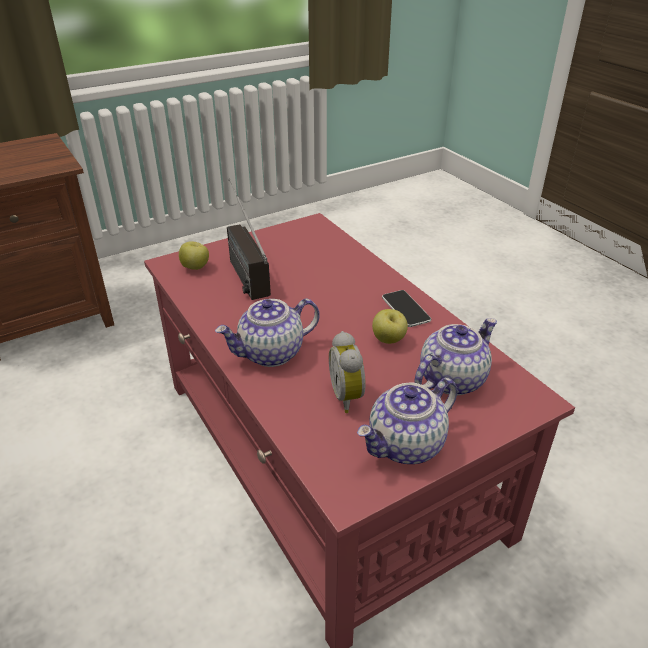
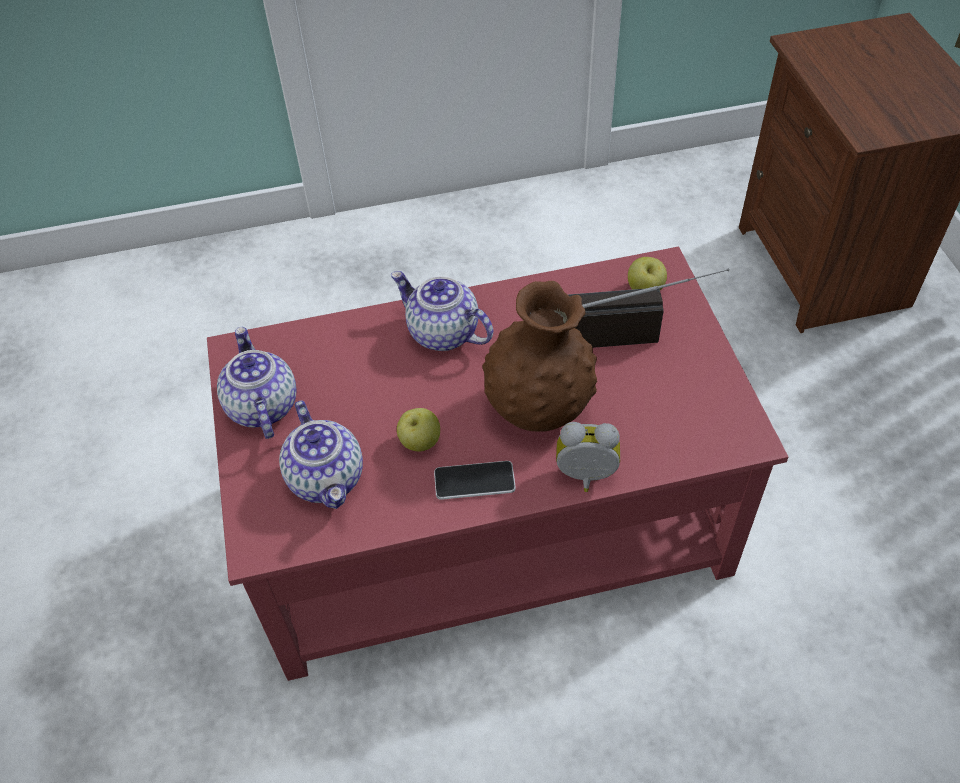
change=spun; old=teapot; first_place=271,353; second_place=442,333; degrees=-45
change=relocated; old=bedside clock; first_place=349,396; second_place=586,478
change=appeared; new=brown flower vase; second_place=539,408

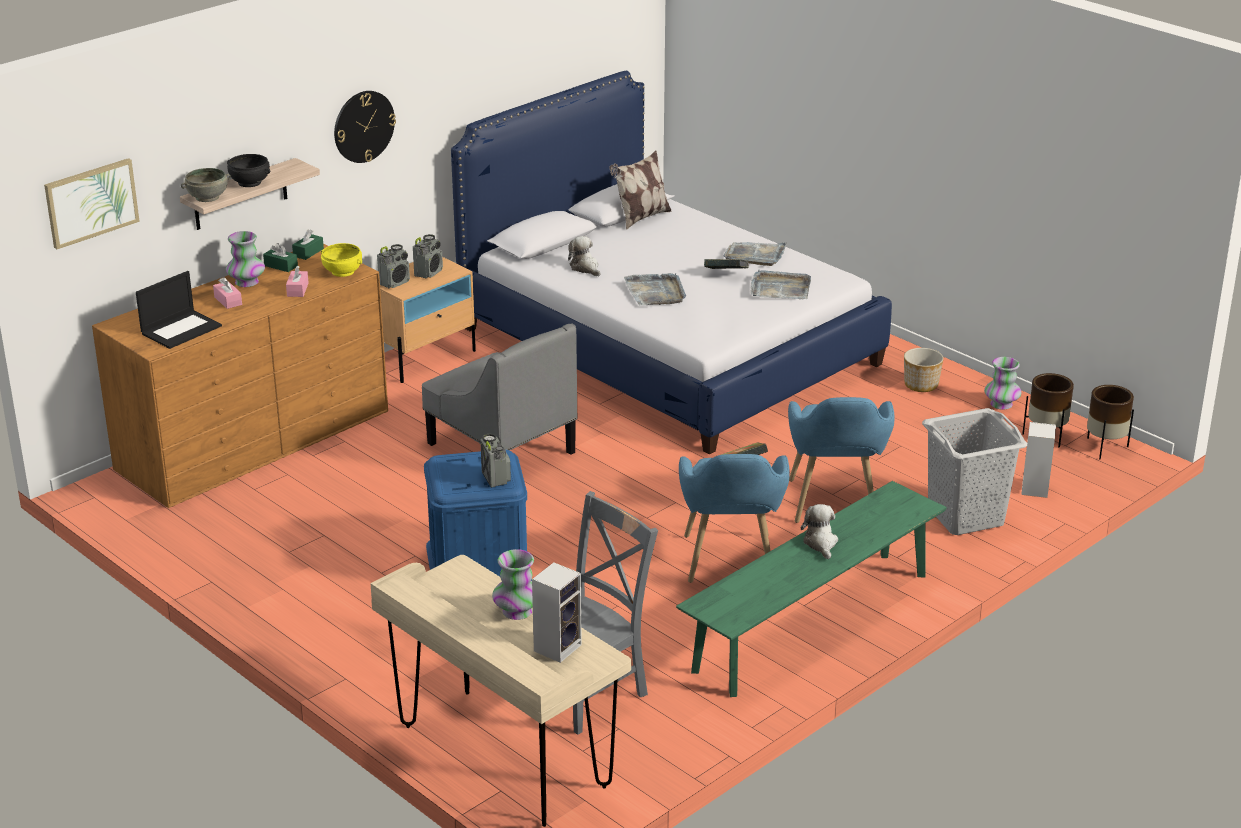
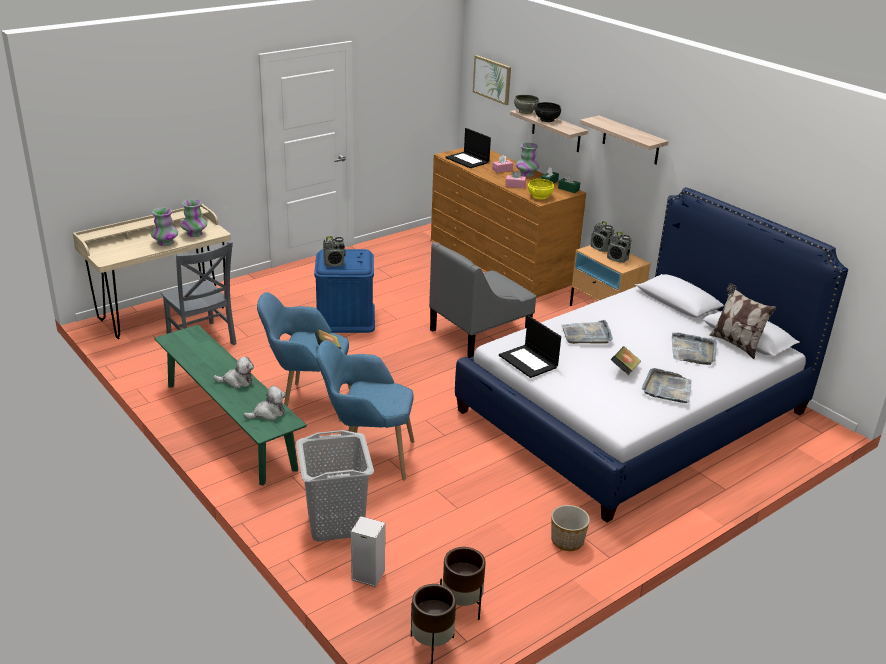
change=exchanged; old=hanging clock; new=wall shelf; first_place=363,126; second_place=630,140
change=missing; old=speaker; first_place=558,647
change=relocated; old=cuddly toy; first_place=585,268; second_place=268,413
change=relocated; old=gray serving tray; first_place=780,288; second_place=693,351
change=relocated; old=flower vase; first_place=1001,404; second_place=194,234
change=appeared; new=notebook computer; second_place=529,361

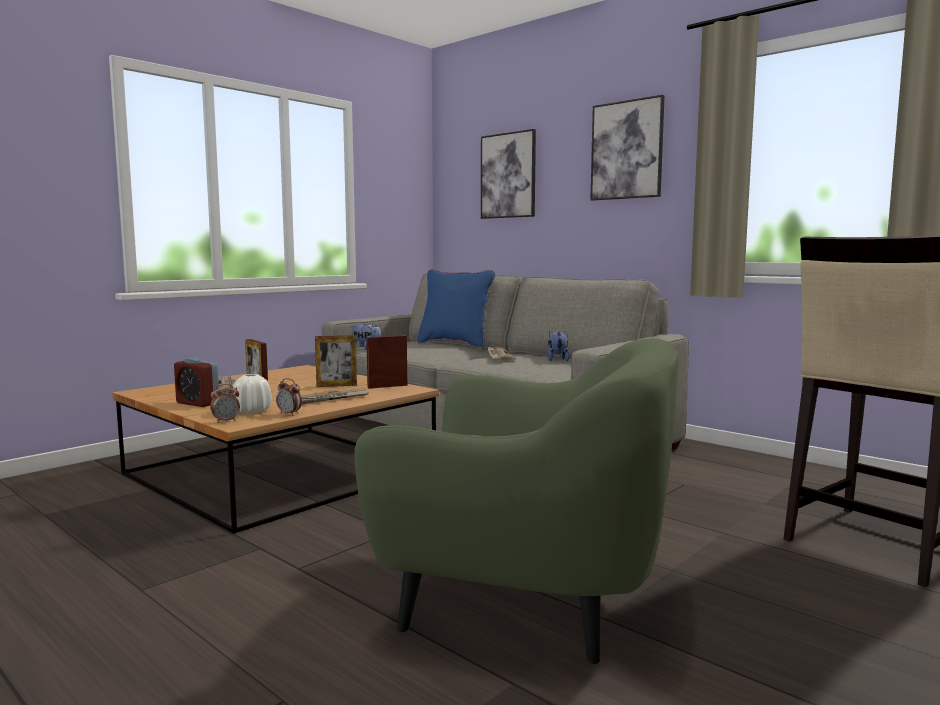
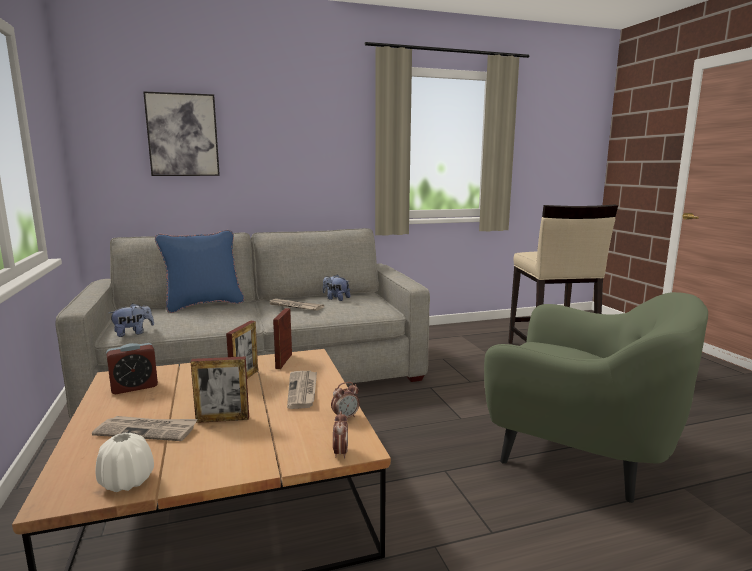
change=relocated; old=bedside clock; first_place=197,403; second_place=134,387
change=relocated; old=whitish flower vase; first_place=252,411; second_place=127,482
change=spun; old=green-coloured lounge chair; first_place=526,598; second_place=581,453; degrees=75
change=missing; old=picture; first_place=627,150

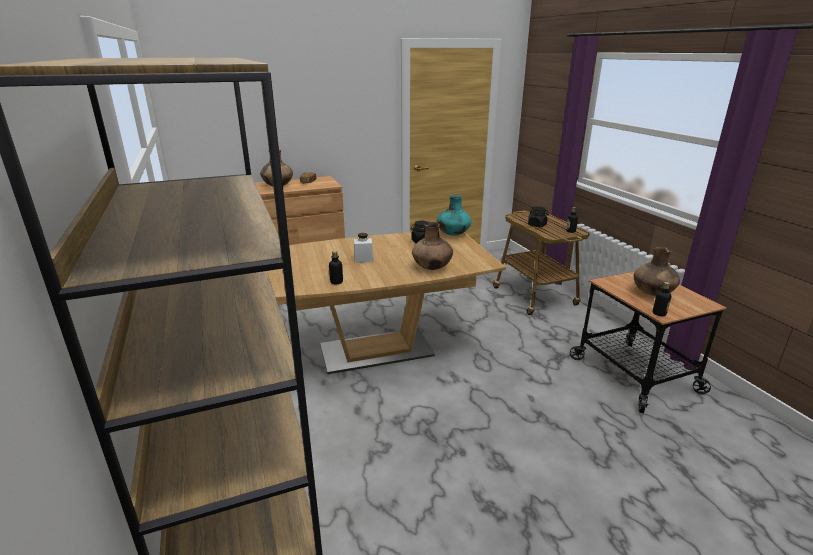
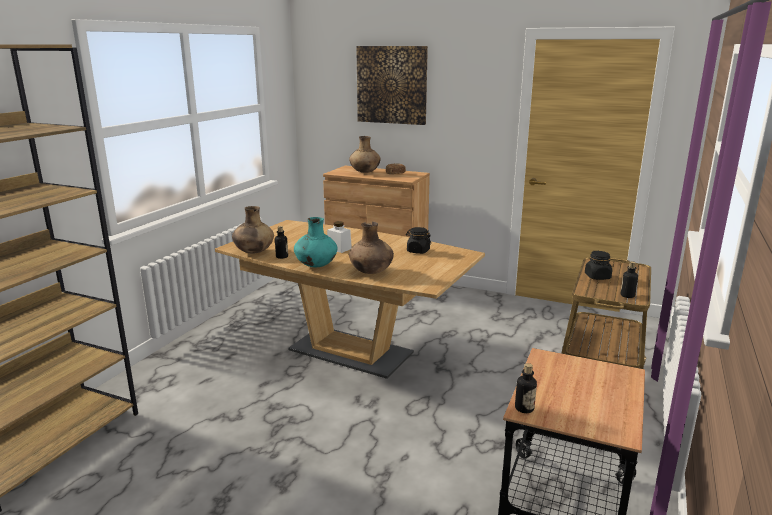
change=relocated; old=turquoise-coloured flower vase; first_place=453,234; second_place=316,266
change=relocated; old=brown flower vase; first_place=652,294; second_place=254,252
change=appeared; new=picture; second_place=392,85

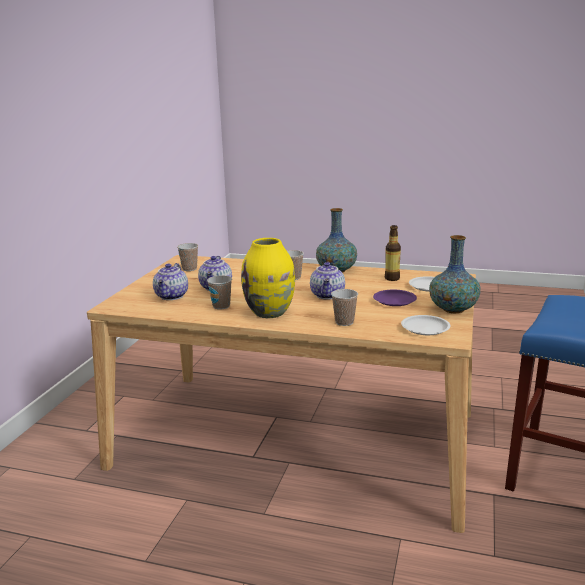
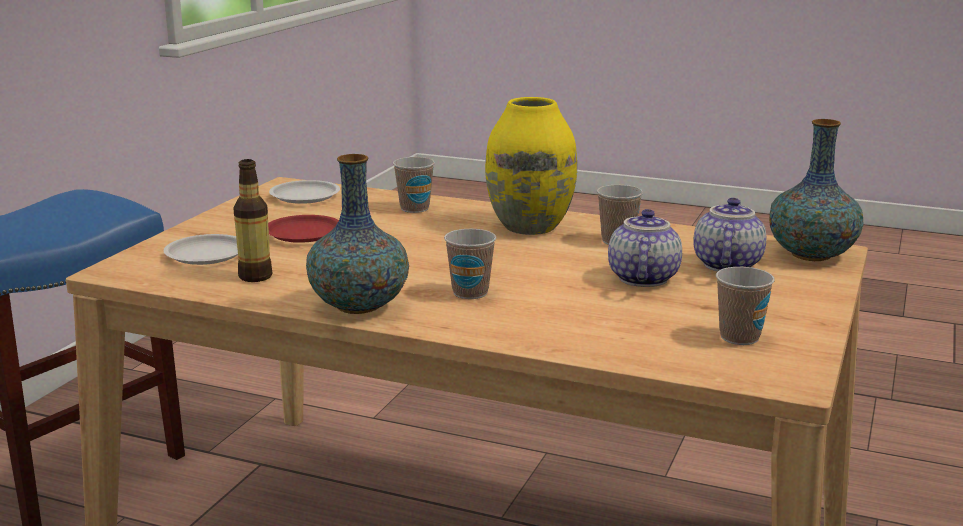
change=missing; old=teapot; first_place=328,295
change=colour; old=purple flat dish; new=reddish flat dish; first_place=394,301; second_place=304,233
change=relocated; old=flower vase; first_place=453,309; second_place=811,255

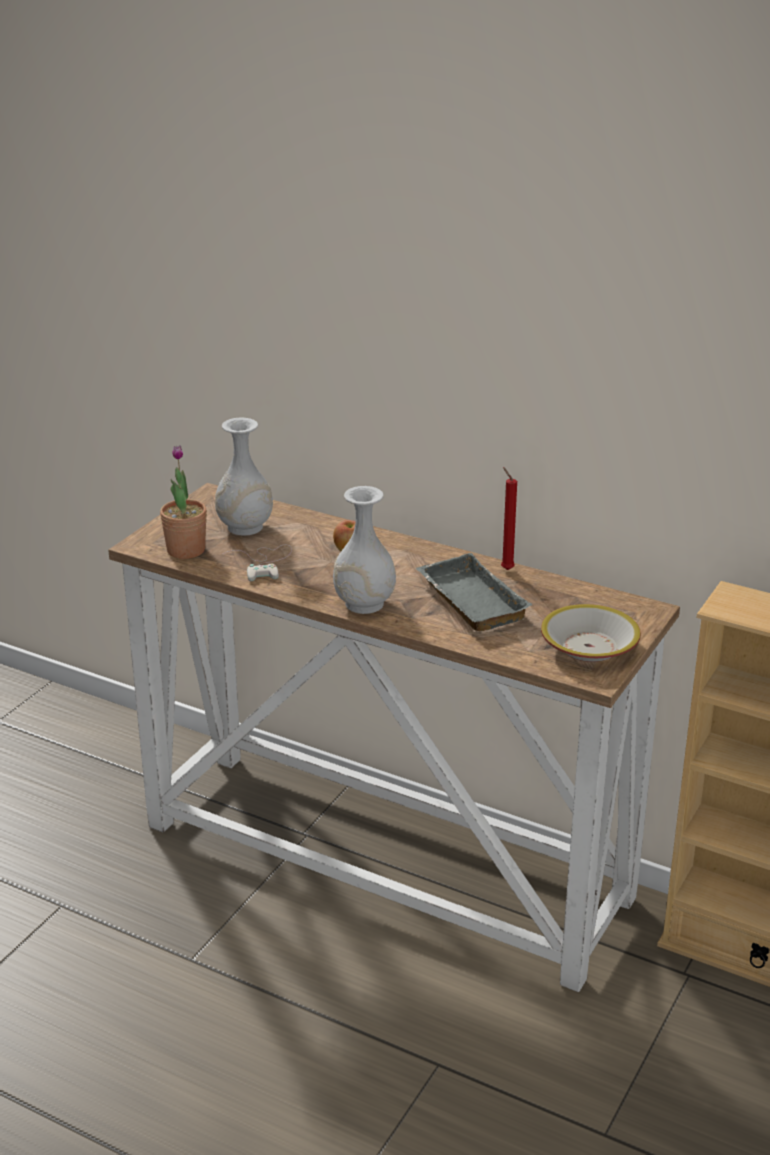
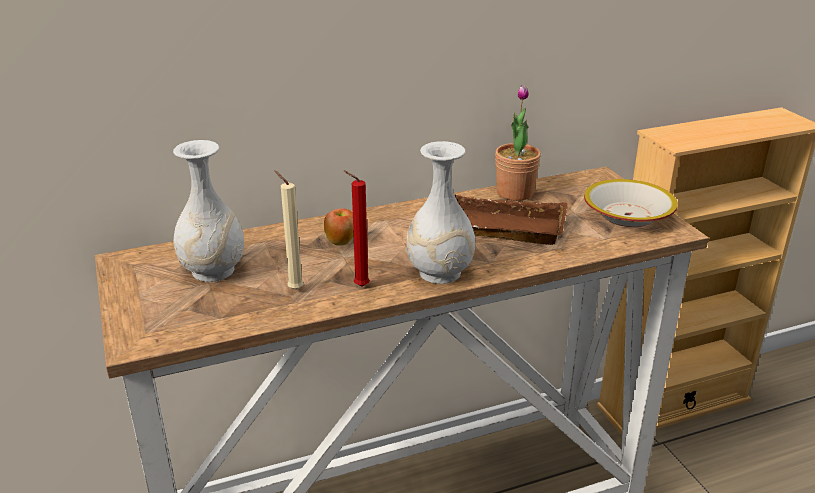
change=relocated; old=plant in a pot; first_place=186,550; second_place=515,193
change=exchanged; old=whitish joypad; new=beige wax candle; first_place=264,563; second_place=293,289
change=colour; old=gray serving tray; new=brown serving tray; first_place=468,601; second_place=498,229
change=relocated; old=reddish wax candle; first_place=505,569; second_place=359,286

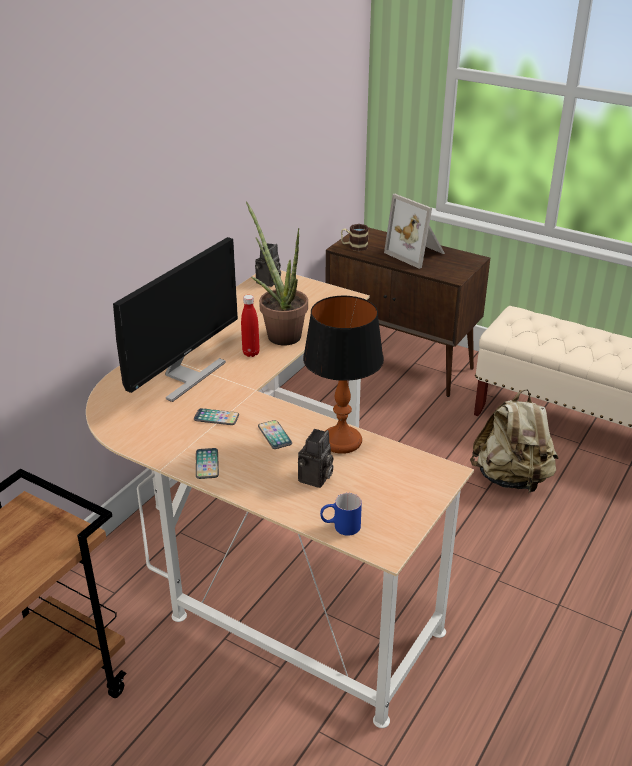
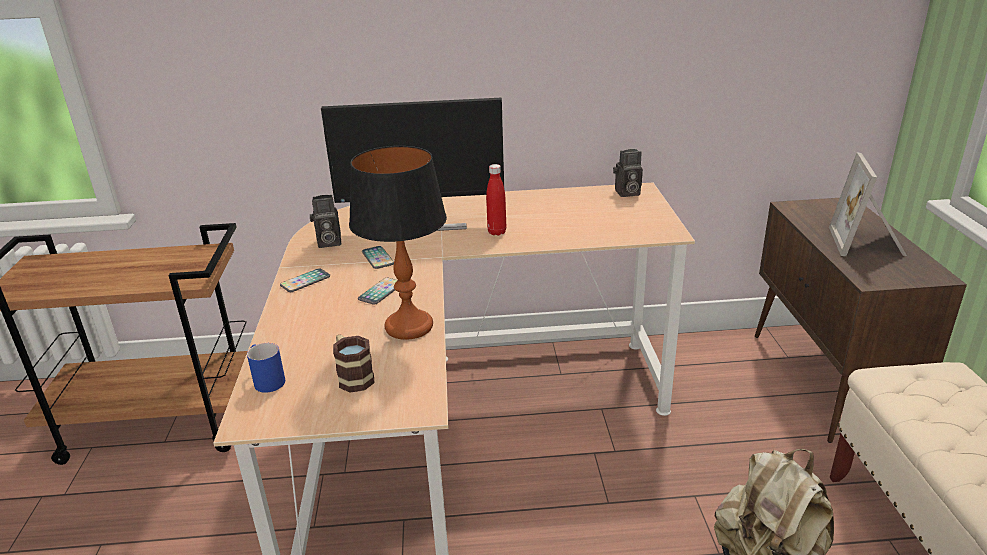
change=missing; old=plant in a pot; first_place=280,333
change=relocated; old=still camera; first_place=315,479; second_place=328,243
change=relocated; old=mug; first_place=354,247; second_place=353,376

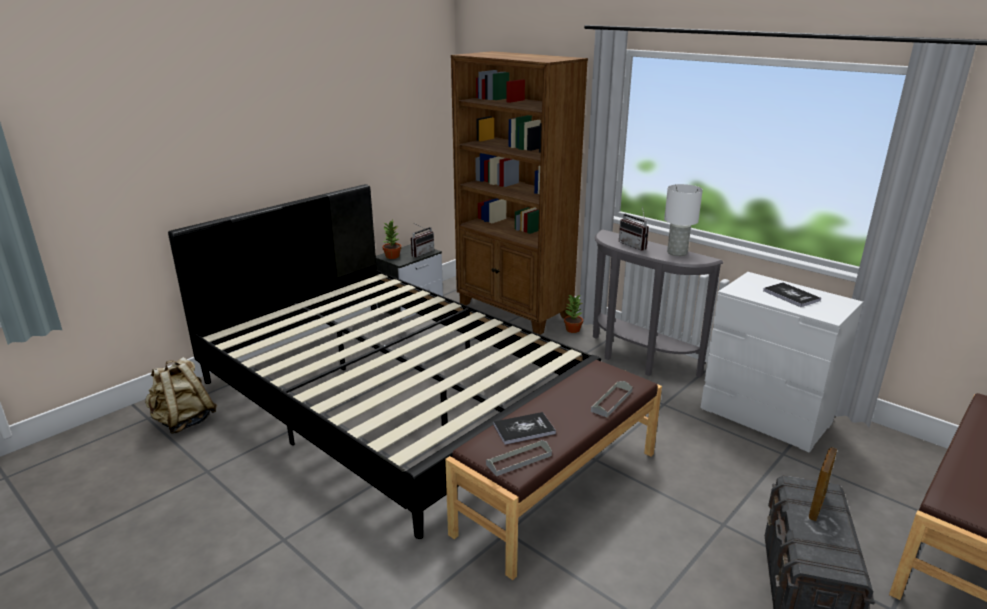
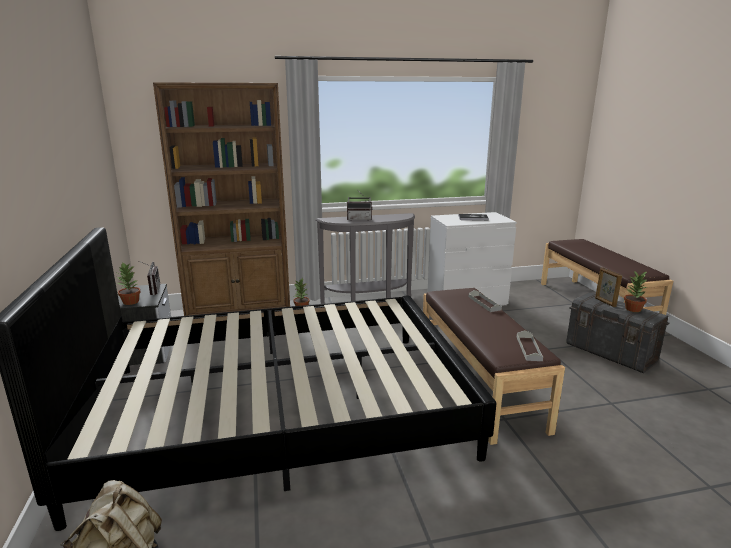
change=missing; old=volume; first_place=524,429
change=missing; old=whitish lamp for a table; first_place=676,252
change=appeared; new=plant in a pot; second_place=633,309

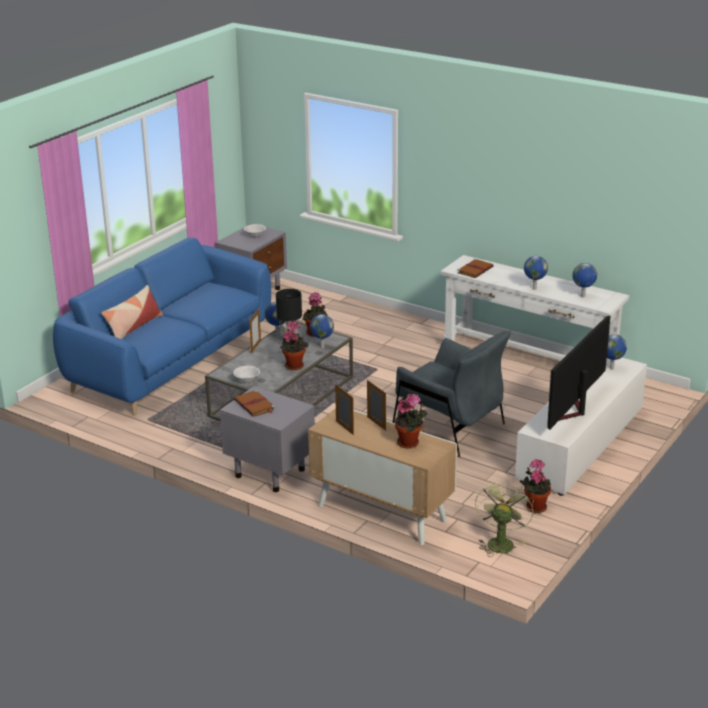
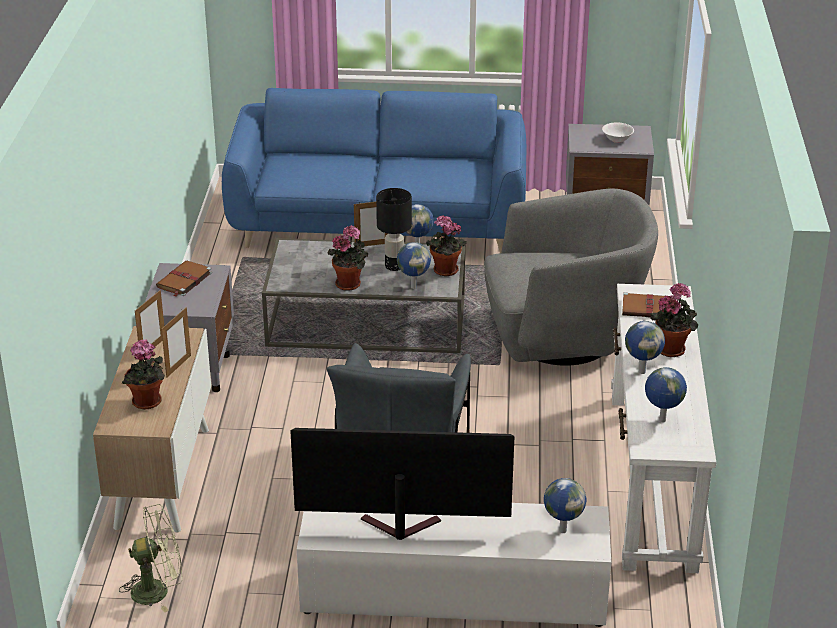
change=missing; old=pillow; first_place=134,327
change=missing; old=whitish serving bowl; first_place=247,380
change=relocated; old=plant in a pot; first_place=535,506; second_place=672,348
change=appeared; new=gray lounge chair; second_place=564,337

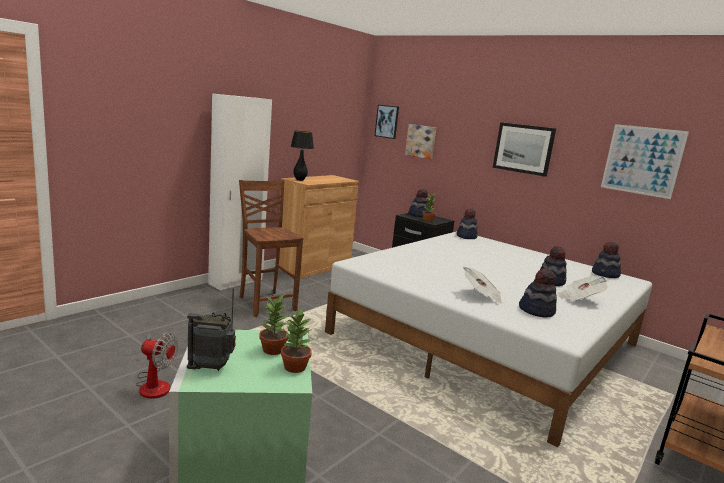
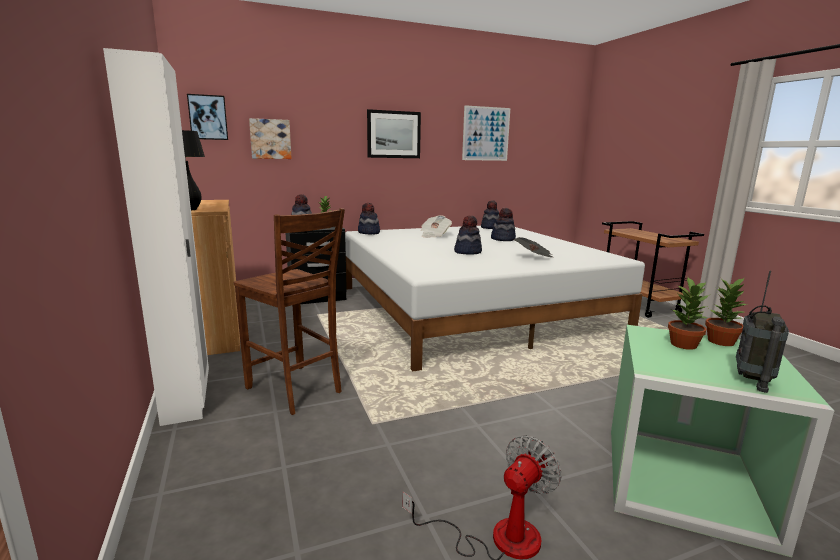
change=spun; old=brown plain chair; first_place=266,303; second_place=295,390; degrees=-135
change=relocated; old=hat; first_place=536,311; second_place=467,252
change=relocated; old=daily paper; first_place=579,299; second_place=434,235

